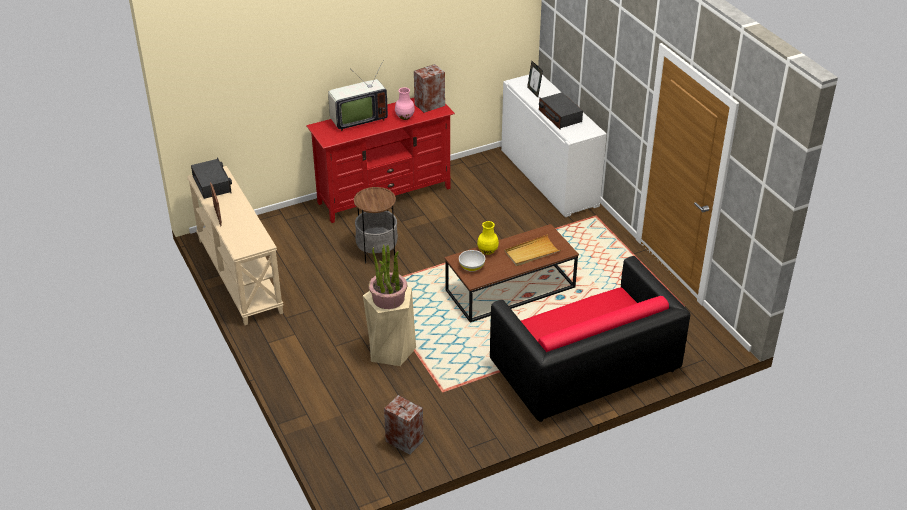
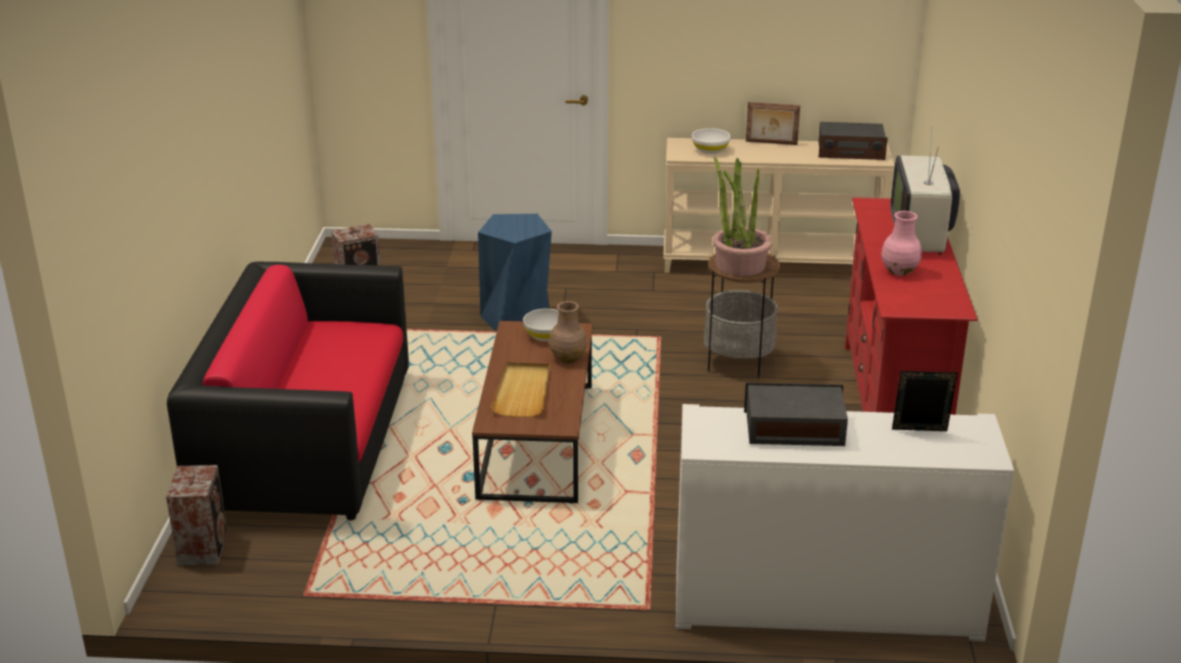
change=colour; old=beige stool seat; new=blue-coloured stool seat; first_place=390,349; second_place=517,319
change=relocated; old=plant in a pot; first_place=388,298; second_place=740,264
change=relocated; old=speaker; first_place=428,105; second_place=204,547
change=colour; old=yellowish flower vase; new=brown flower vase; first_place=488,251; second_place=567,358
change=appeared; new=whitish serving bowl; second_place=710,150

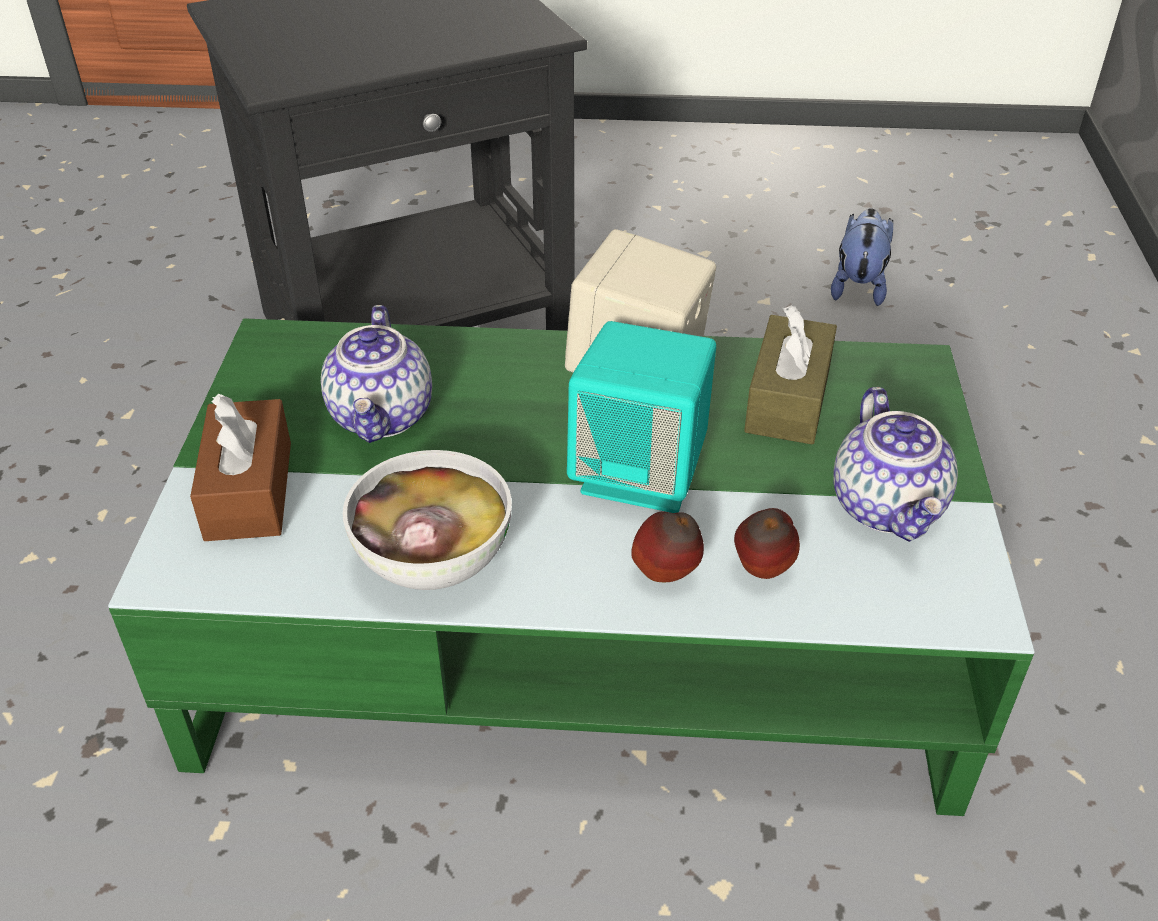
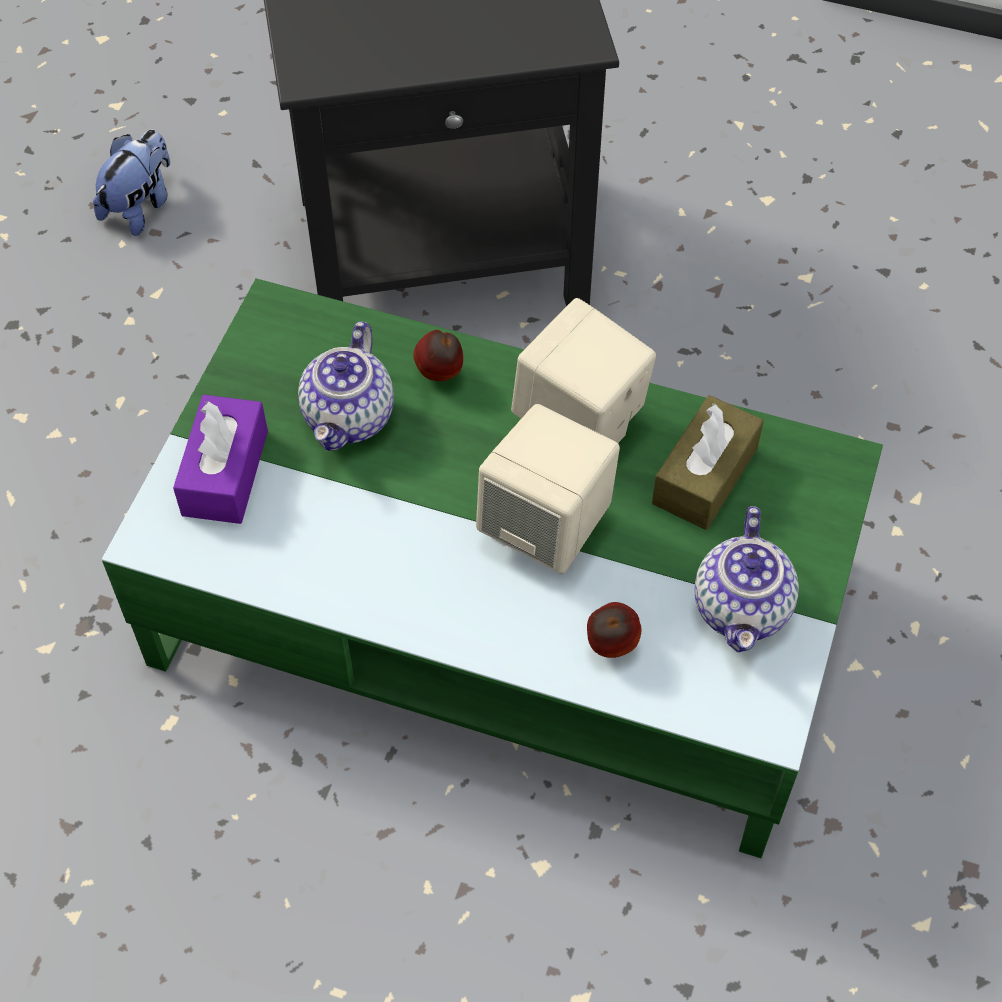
change=colour; old=brown box of tissues; new=purple box of tissues; first_place=249,490; second_place=225,473
change=missing; old=serving bowl; first_place=433,562
change=colour; old=turquoise-coloured speaker; new=beige speaker; first_place=641,474; second_place=547,528
change=relocated; old=whole apple; first_place=666,575; second_place=440,375
change=relocated; old=cuddly toy; first_place=858,286; second_place=140,206

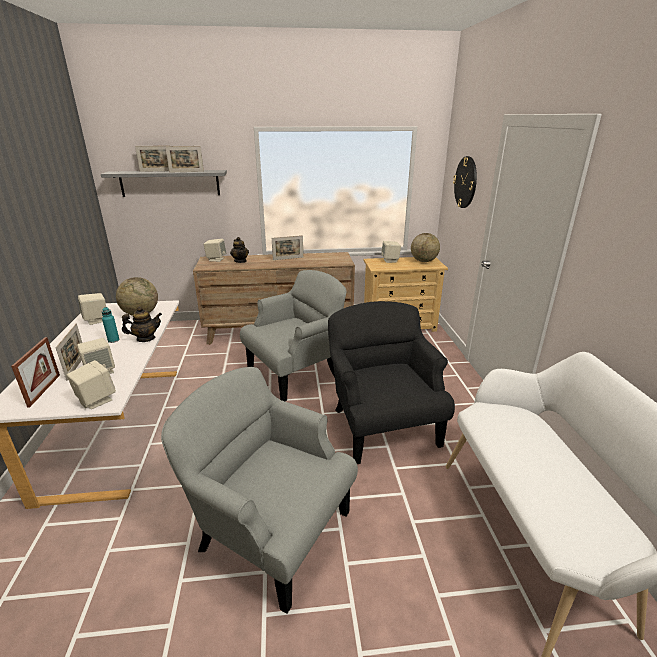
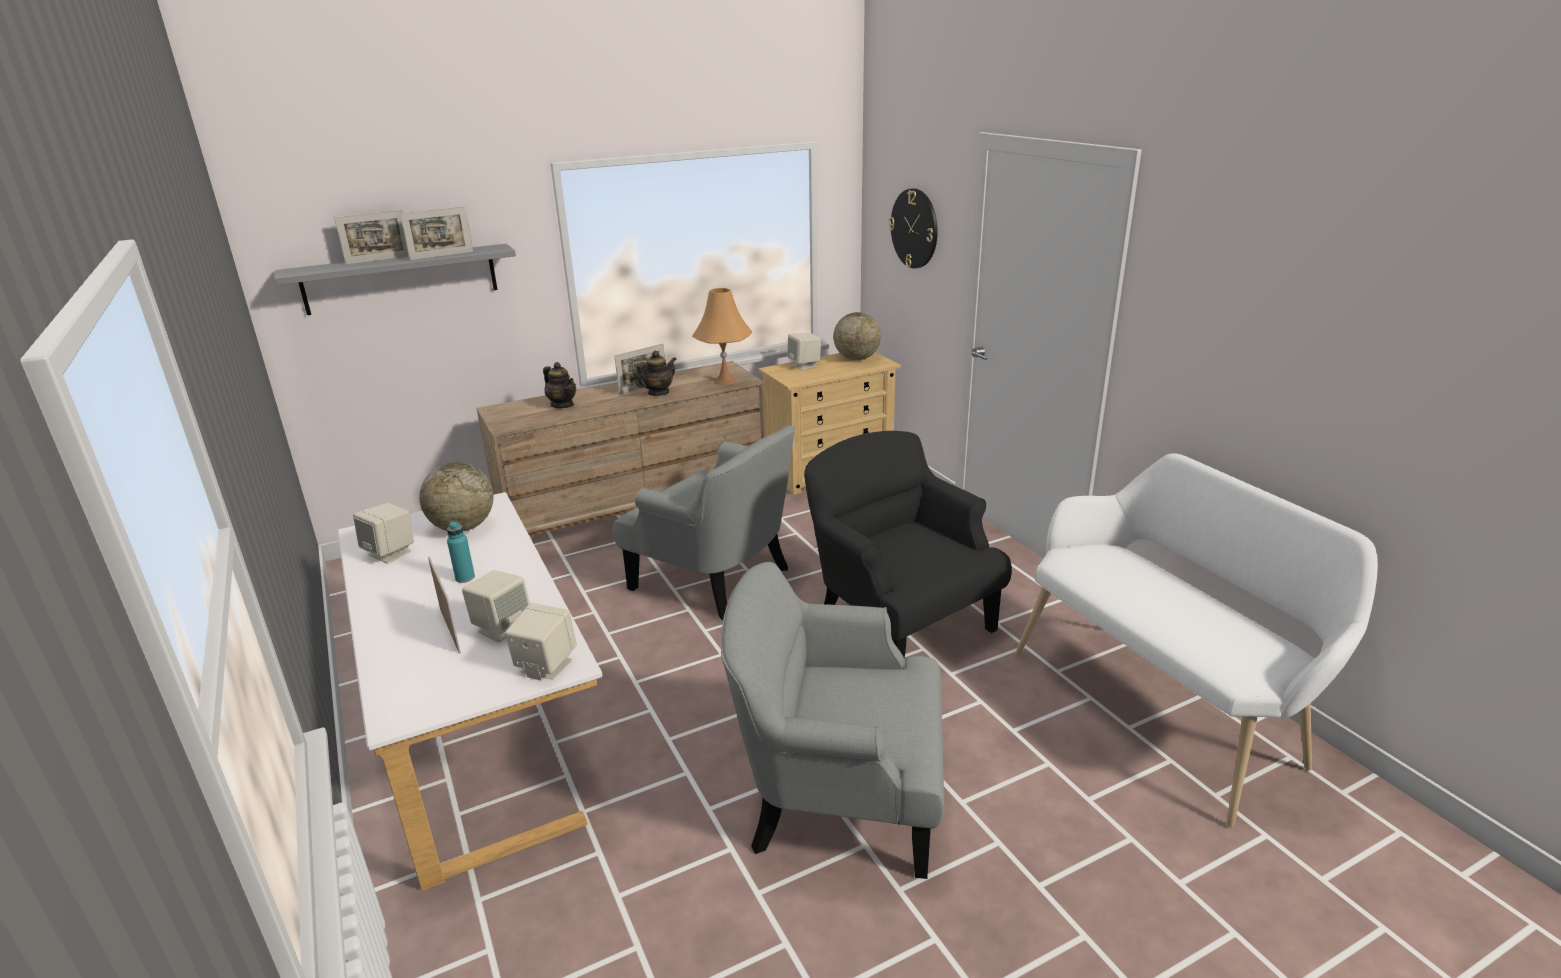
change=missing; old=standing frame; first_place=44,390
change=relocated; old=teapot; first_place=145,338; second_place=658,393
change=missing; old=beige speaker; first_place=216,259
change=spun; old=gray lounge chair; first_place=296,372; second_place=715,578; degrees=90
change=appeared; new=orangey lamp for a table; second_place=725,381

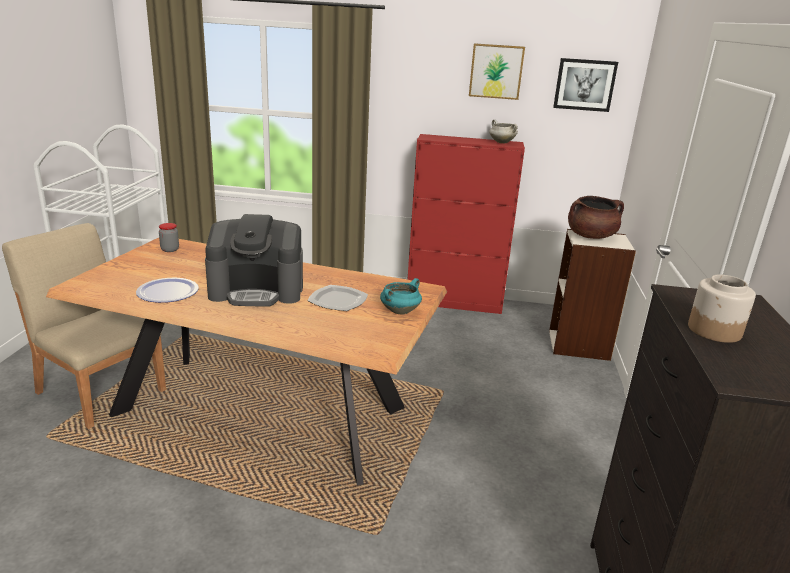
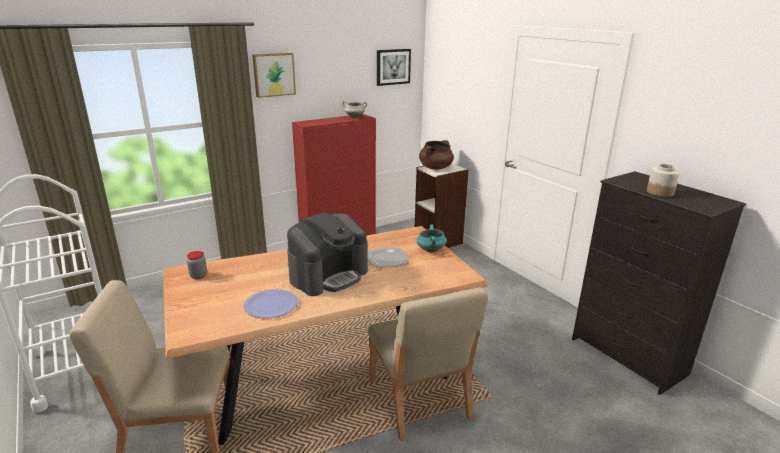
change=relocated; old=picture; first_place=496,71; second_place=274,74
change=appeared; new=beige plain chair; second_place=418,400

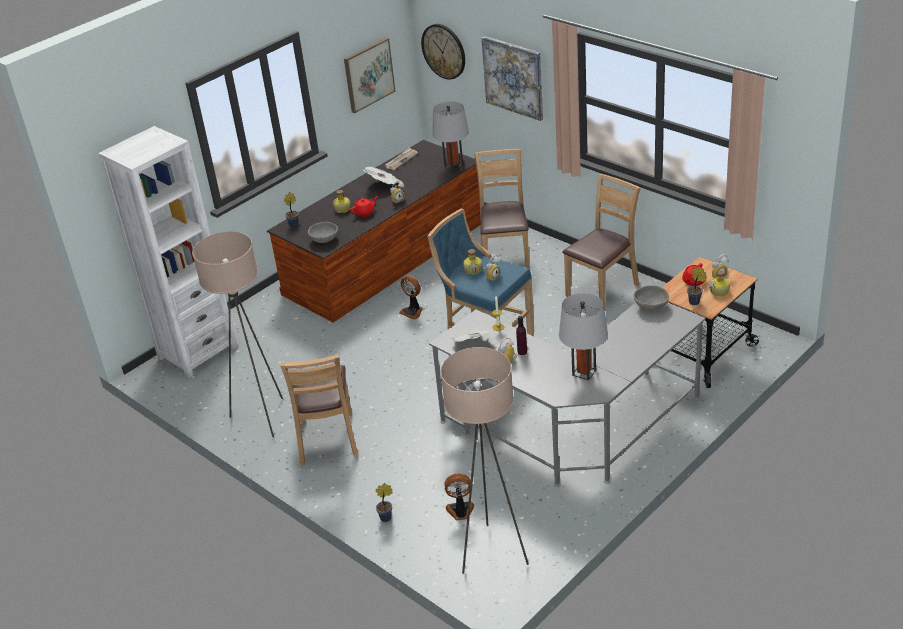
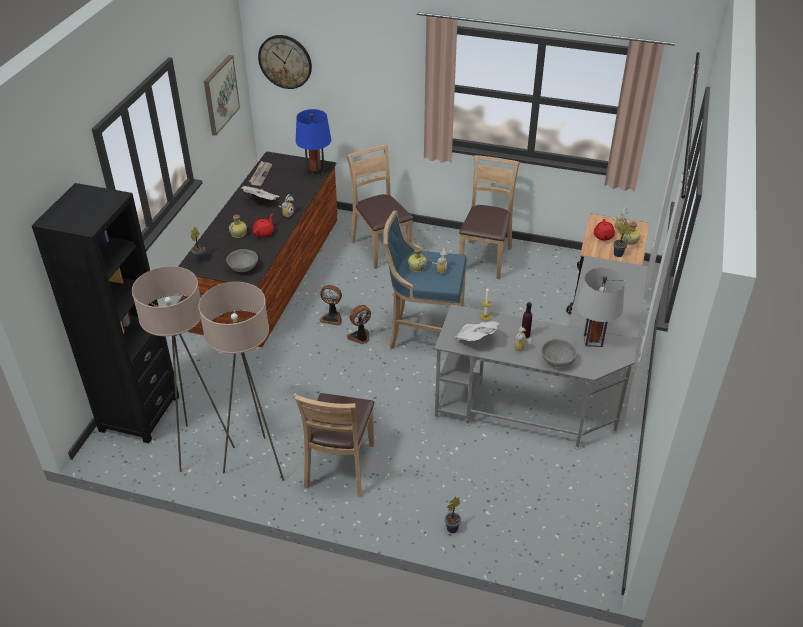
change=colour; old=whitish bookcase; new=black-coloured bookcase; first_place=197,352; second_place=139,413
change=spun; old=brown plain chair; first_place=327,439; second_place=340,466; degrees=45
change=colour; old=gray lamp for a table; new=blue-coloured lamp for a table; first_place=453,165; second_place=315,171
change=relocated; old=beige standing lamp; first_place=492,553; second_place=200,447
change=relocated; old=cooling fan; first_place=460,511; second_place=360,337
change=missing; old=picture; first_place=513,77
change=relocated; old=gray serving bowl; first_place=651,306; second_place=557,361

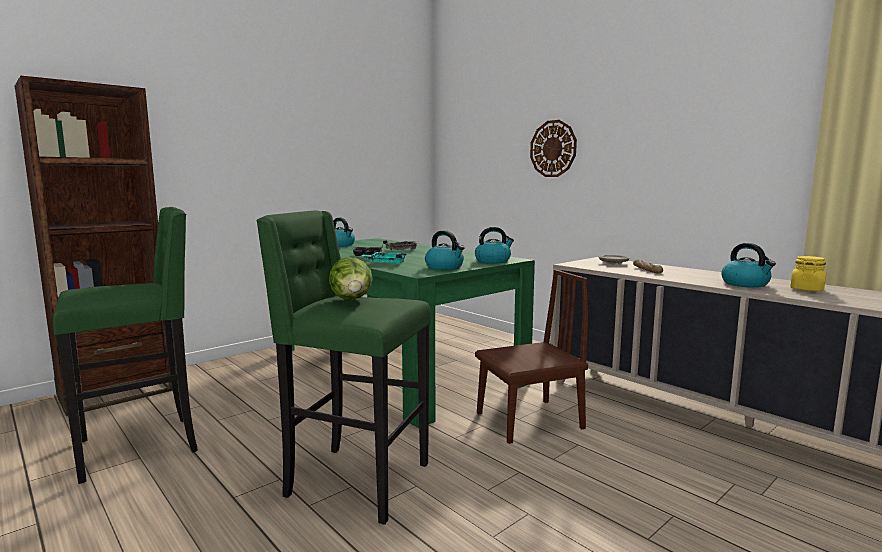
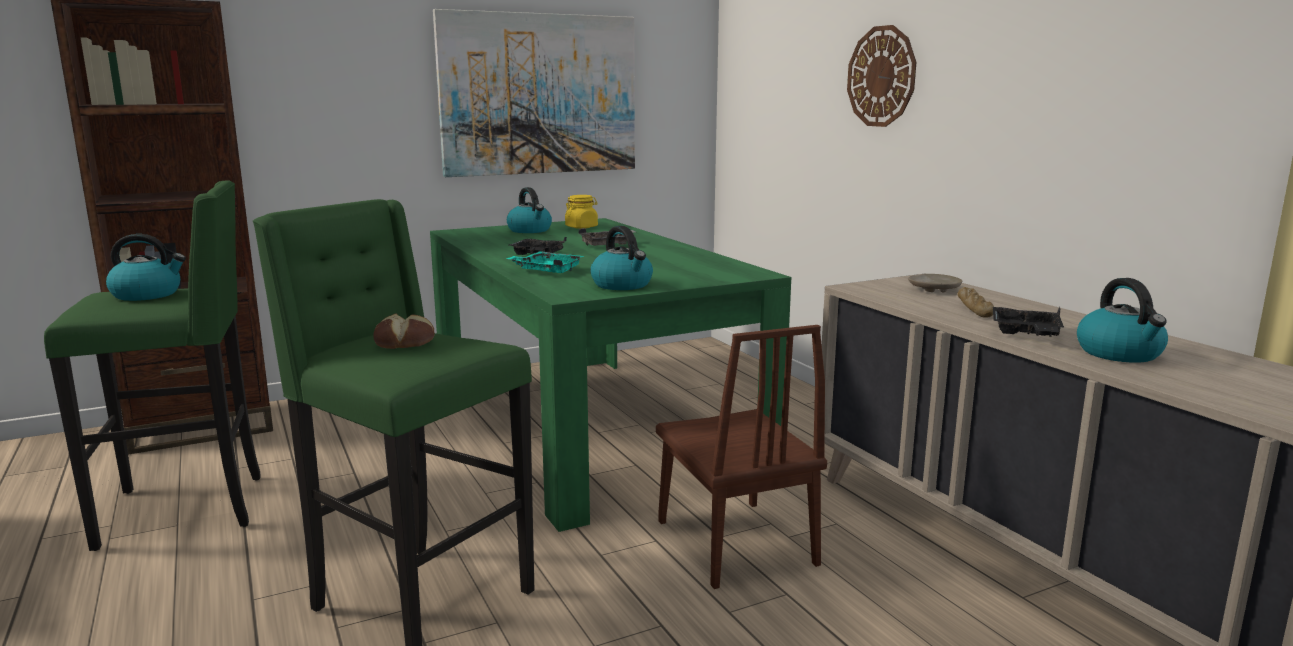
change=exchanged; old=lettuce; new=bakery bread; first_place=352,301; second_place=406,341
change=relocated; old=water kettle; first_place=493,261; second_place=148,294
change=spun; old=brown plain chair; first_place=529,420; second_place=735,542; degrees=75
change=relocated; old=yellowish storage jar; first_place=806,289; second_place=581,227
change=appeared; new=picture; second_place=539,94
change=appeared; new=black-coloured serving tray; second_place=1025,333

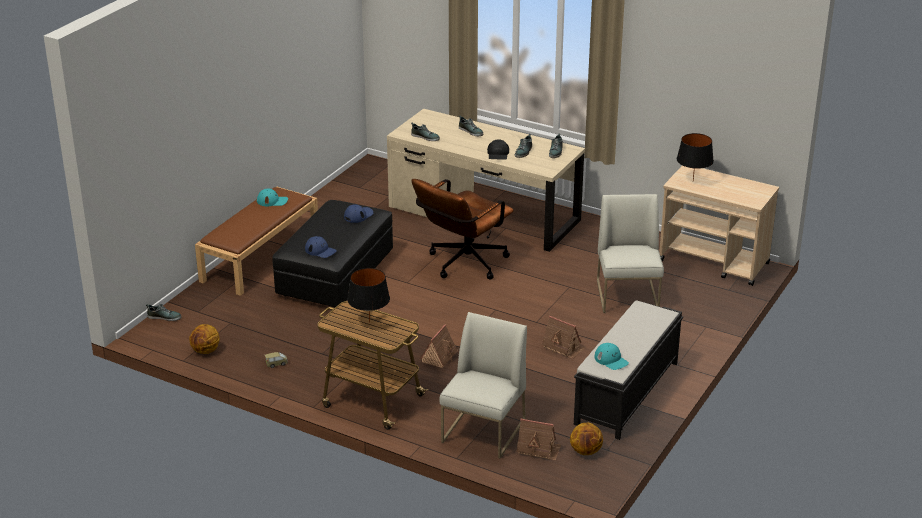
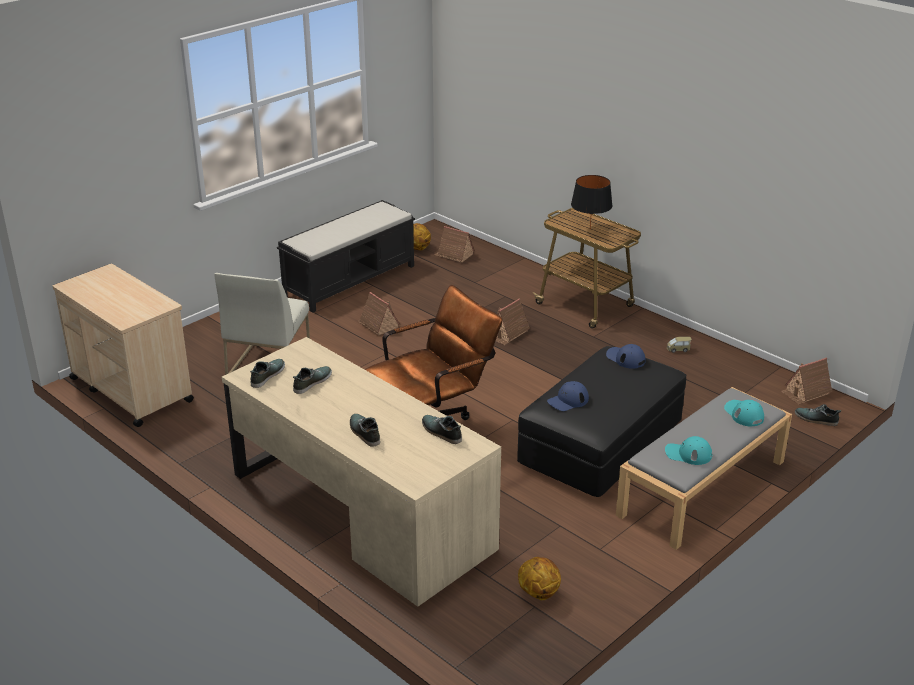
change=relocated; old=ball for basketball; first_place=205,351; second_place=538,593
change=colour; old=brown indoor bench; new=gray indoor bench; first_place=260,257; second_place=702,488
change=missing; old=whitish plain chair; first_place=484,431
change=missing; old=black-coloured cap; first_place=498,154
change=relocated; old=turquoise-coloured cap; first_place=611,360; second_place=743,414
change=missing; old=black-coloured lamp for a table; first_place=693,181
change=appeared; new=model house; second_place=805,392

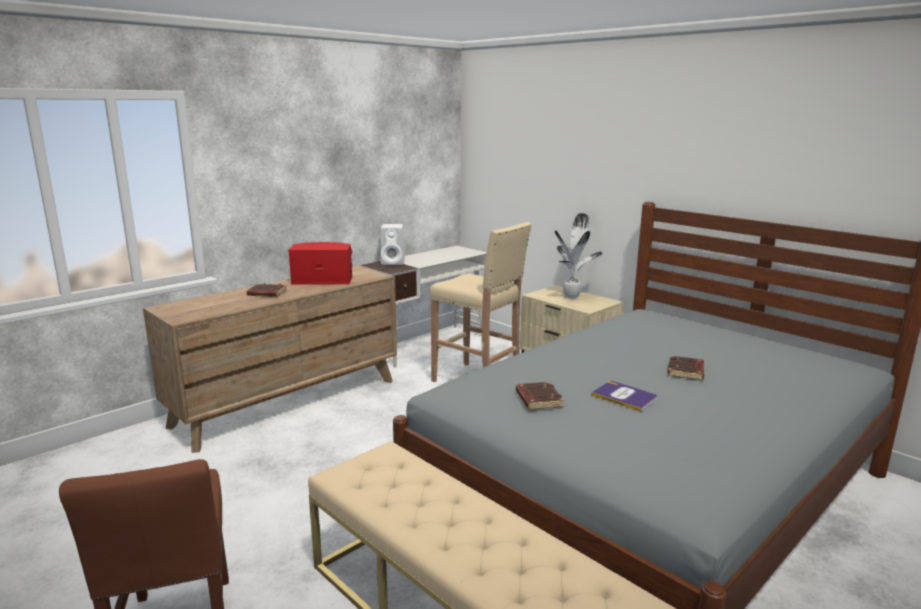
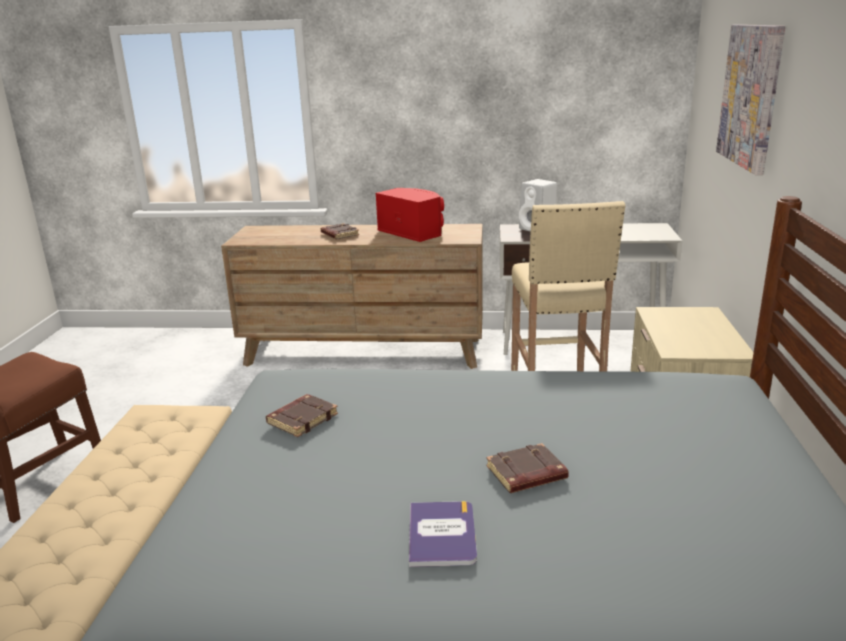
change=missing; old=plant in a pot; first_place=572,297
change=relocated; old=volume; first_place=624,397; second_place=442,534
change=appeared; new=picture; second_place=751,96

